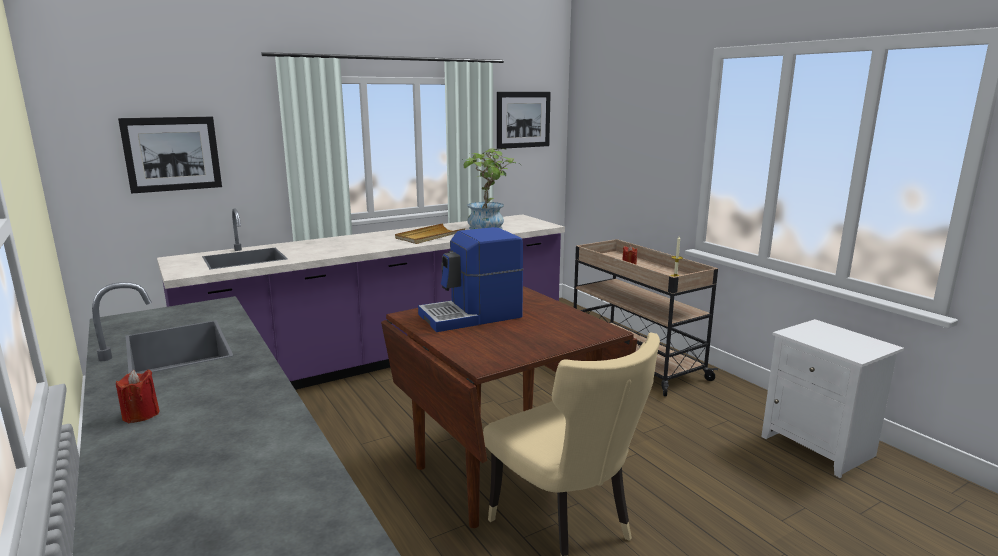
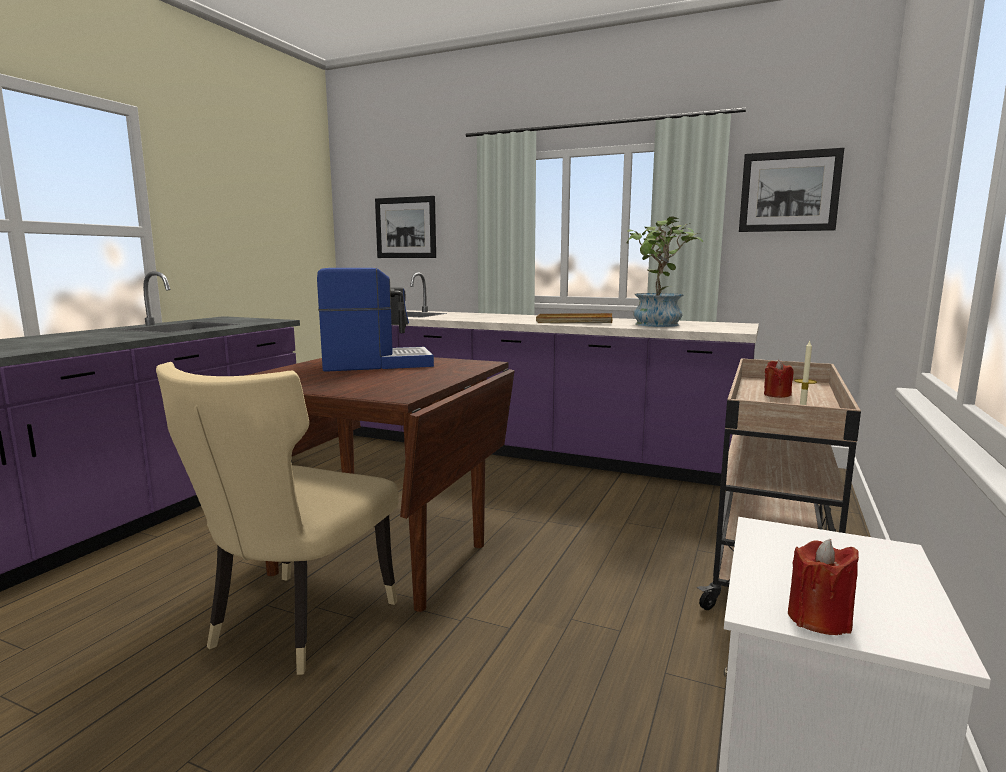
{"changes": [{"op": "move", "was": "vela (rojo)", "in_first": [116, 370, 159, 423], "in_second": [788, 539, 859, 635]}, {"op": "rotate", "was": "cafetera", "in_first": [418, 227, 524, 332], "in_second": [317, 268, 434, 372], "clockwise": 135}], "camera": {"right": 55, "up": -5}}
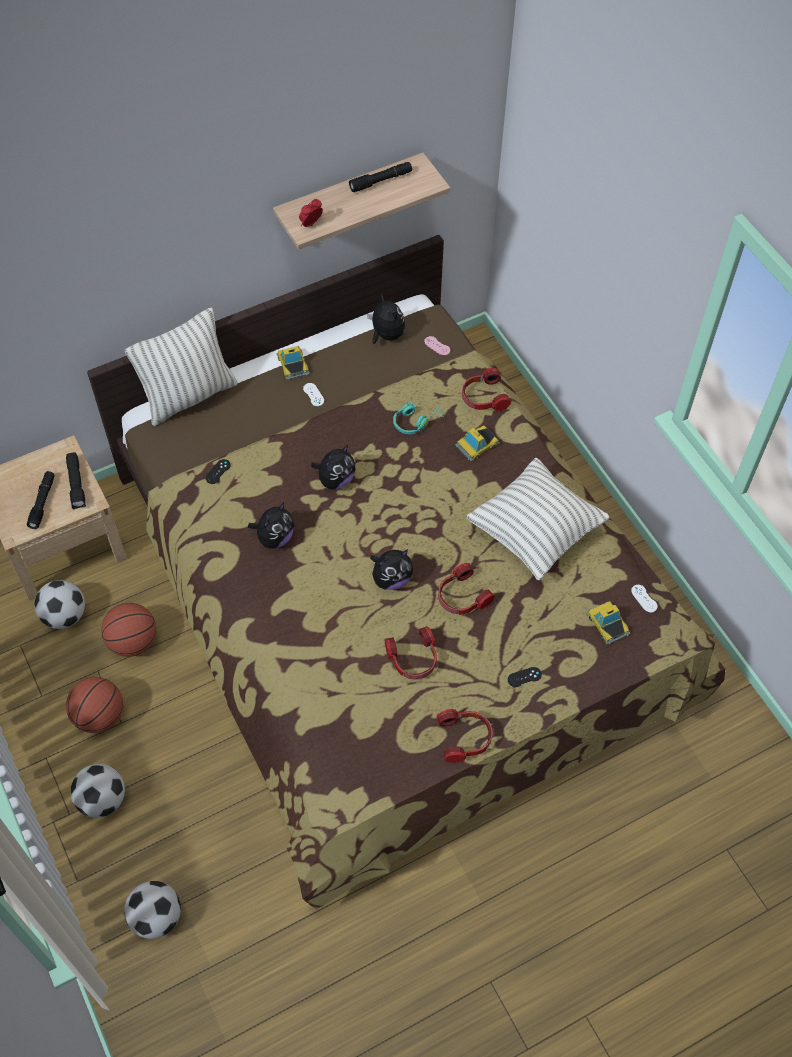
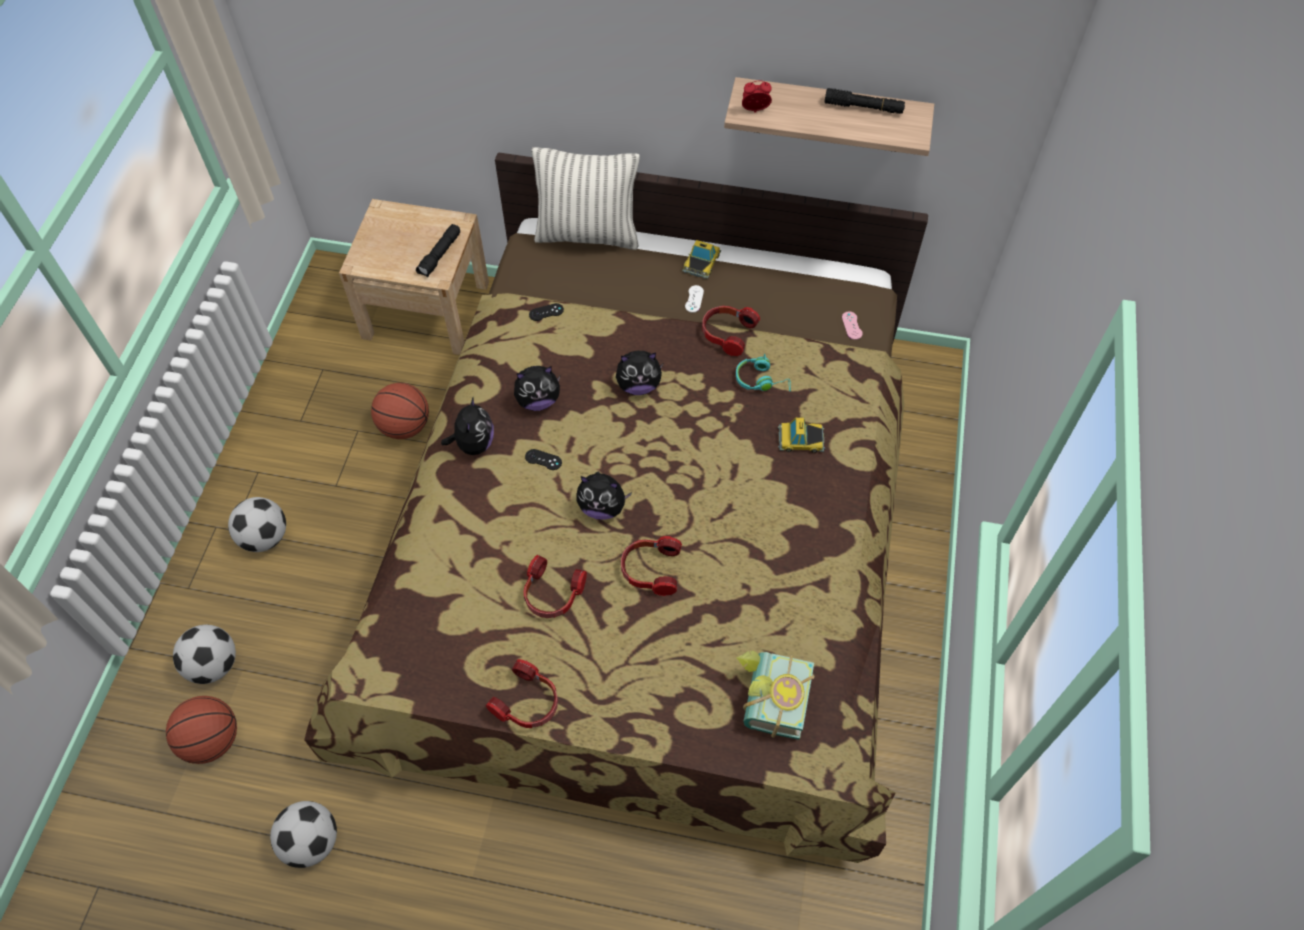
{"changes": [{"op": "delete", "was": "linterna (negro)", "in_first": [27, 471, 54, 529]}, {"op": "move", "was": "balón de fútbol", "in_first": [34, 580, 85, 629], "in_second": [270, 801, 337, 868]}, {"op": "move", "was": "balón de baloncesto", "in_first": [66, 677, 123, 733], "in_second": [166, 696, 237, 764]}, {"op": "move", "was": "peluche", "in_first": [367, 294, 405, 344], "in_second": [441, 396, 494, 455]}, {"op": "move", "was": "auriculares", "in_first": [462, 368, 511, 411], "in_second": [702, 306, 760, 356]}, {"op": "delete", "was": "cojín", "in_first": [466, 458, 609, 580]}, {"op": "move", "was": "mando de consola (negro)", "in_first": [508, 667, 542, 687], "in_second": [525, 449, 562, 470]}, {"op": "replace", "was": "coche de juguete", "now": "libro", "in_first": [586, 601, 631, 645], "in_second": [736, 651, 815, 740]}, {"op": "delete", "was": "mando de consola (blanco)", "in_first": [631, 585, 658, 613]}], "camera": {"right": 40, "up": 0}}
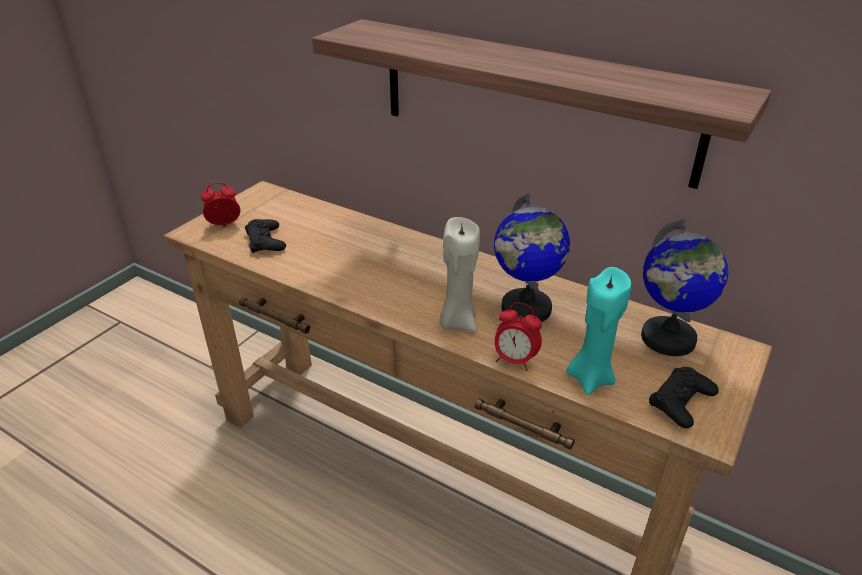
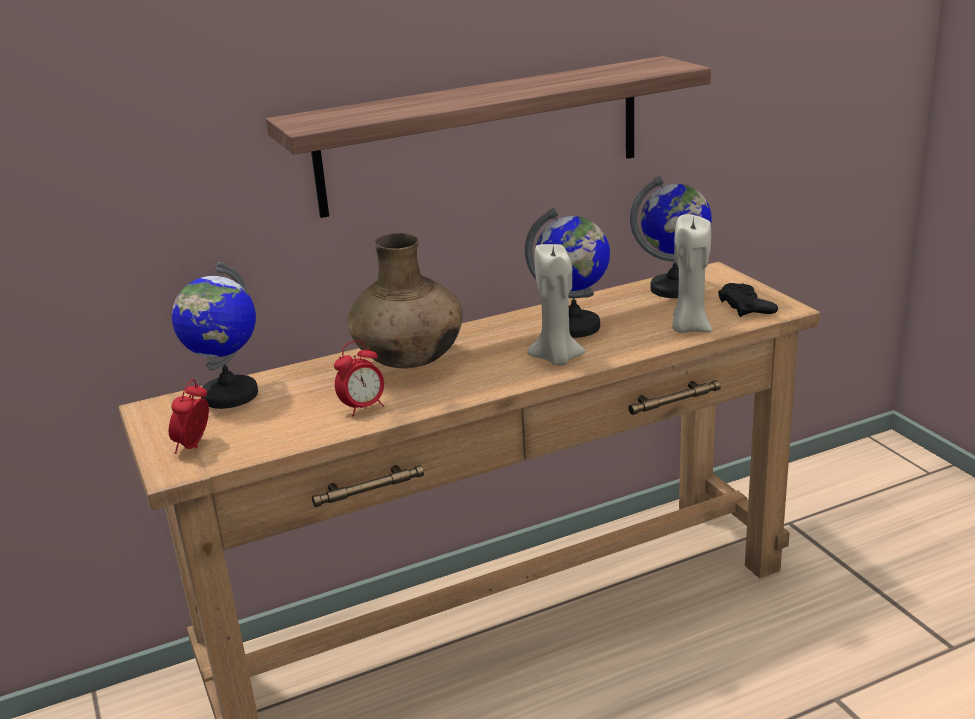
{"changes": [{"op": "delete", "was": "mando de consola (negro)", "in_first": [245, 219, 286, 253]}, {"op": "move", "was": "despertador", "in_first": [494, 302, 542, 371], "in_second": [334, 341, 384, 417]}, {"op": "recolor", "was": "vela (turquesa)", "now": "vela (beis)", "in_first": [566, 267, 631, 395], "in_second": [672, 215, 712, 333]}, {"op": "insert", "now": "globo terráqueo", "in_second": [172, 262, 258, 409]}, {"op": "insert", "now": "florero (marrón)", "in_second": [347, 233, 462, 369]}], "camera": {"right": -55, "up": -10}}
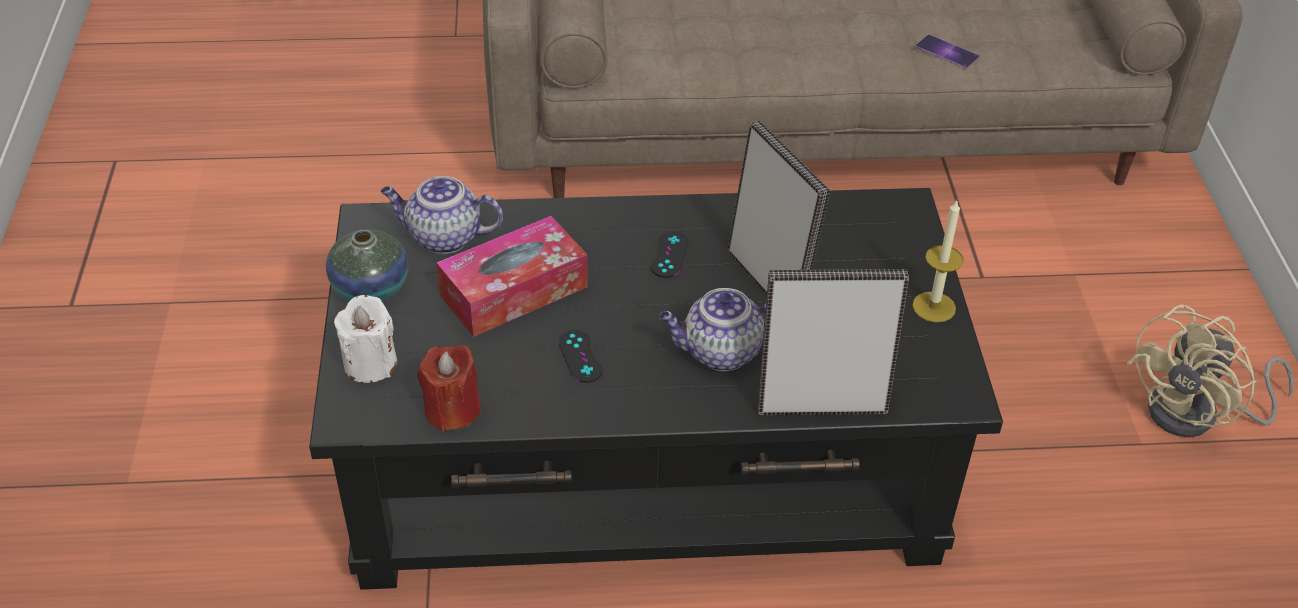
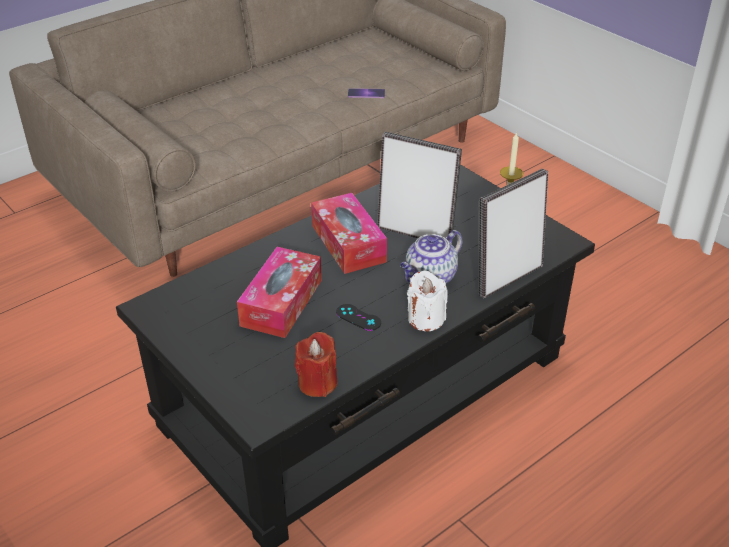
{"changes": [{"op": "delete", "was": "florero", "in_first": [326, 229, 408, 301]}, {"op": "move", "was": "vela (blanco)", "in_first": [334, 295, 397, 383], "in_second": [407, 270, 448, 331]}, {"op": "delete", "was": "tetera", "in_first": [380, 176, 503, 254]}, {"op": "replace", "was": "mando de consola (negro)", "now": "caja de pañuelos", "in_first": [651, 231, 688, 278], "in_second": [311, 193, 387, 274]}, {"op": "delete", "was": "ventilador (beis)", "in_first": [1127, 304, 1294, 437]}], "camera": {"right": -35, "up": -5}}
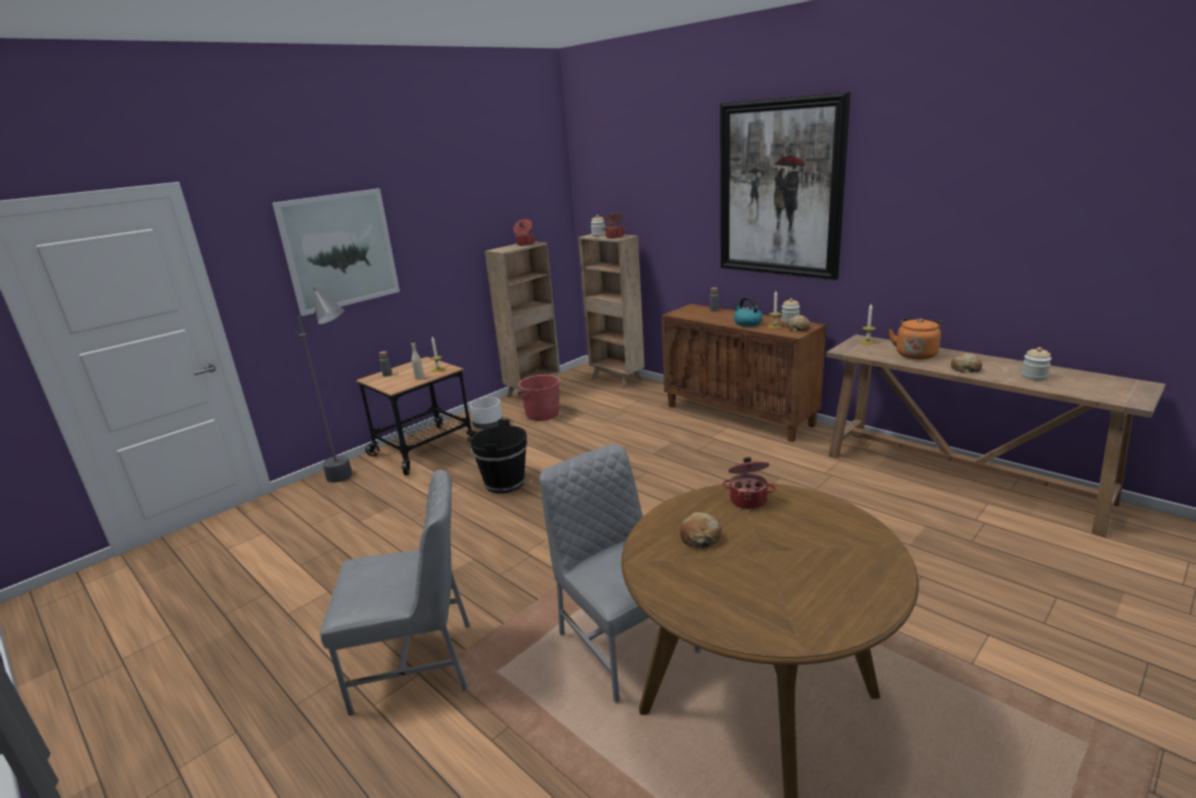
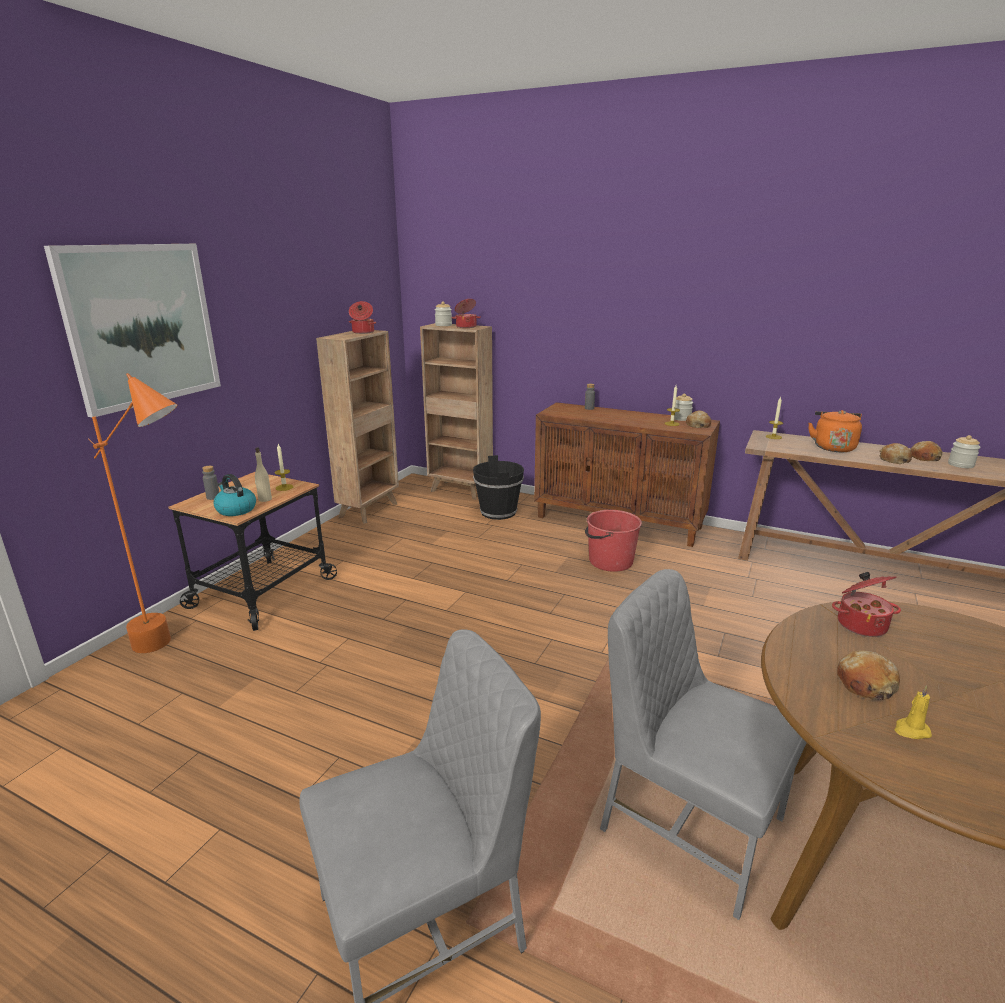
{"changes": [{"op": "recolor", "was": "lámpara de pie (gris)", "now": "lámpara de pie (naranja)", "in_first": [296, 287, 353, 483], "in_second": [88, 373, 177, 653]}, {"op": "delete", "was": "maceta (blanco)", "in_first": [470, 397, 503, 429]}, {"op": "move", "was": "cubo (negro)", "in_first": [470, 419, 528, 493], "in_second": [473, 455, 524, 520]}, {"op": "move", "was": "cubo (rojo)", "in_first": [518, 375, 560, 421], "in_second": [585, 510, 642, 572]}, {"op": "delete", "was": "cuadro", "in_first": [720, 92, 851, 280]}, {"op": "move", "was": "hervidor", "in_first": [734, 297, 763, 327], "in_second": [213, 474, 256, 516]}, {"op": "insert", "now": "vela (amarillo)", "in_second": [895, 685, 932, 739]}, {"op": "insert", "now": "pan", "in_second": [910, 441, 942, 461]}], "camera": {"right": -20, "up": 0}}
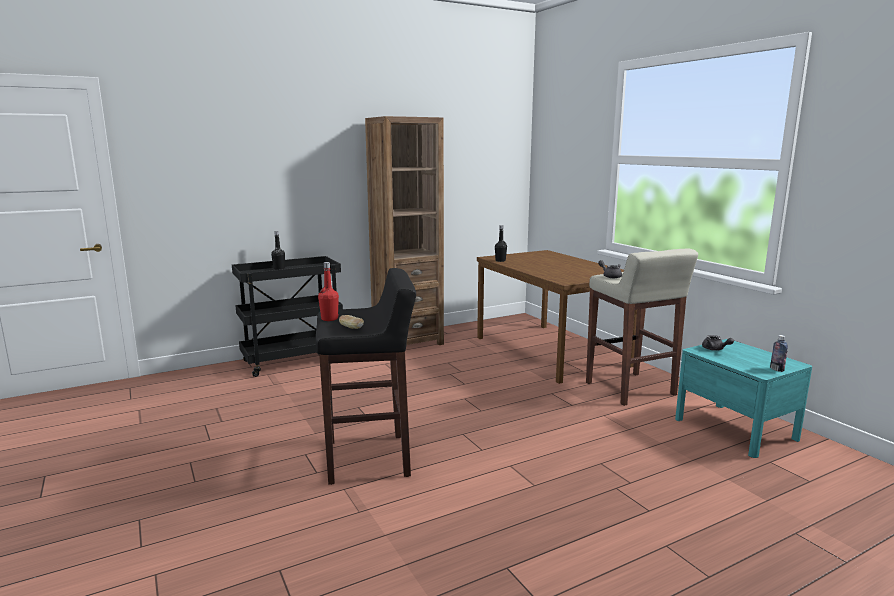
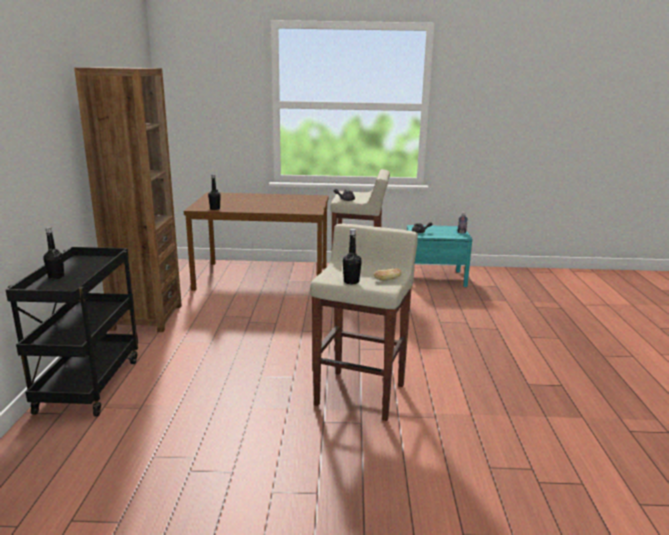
{"changes": [{"op": "recolor", "was": "taburete (negro)", "now": "taburete (beis)", "in_first": [316, 268, 416, 485], "in_second": [310, 224, 418, 421]}, {"op": "recolor", "was": "botella (rojo)", "now": "botella (negro)", "in_first": [318, 262, 339, 321], "in_second": [343, 229, 362, 284]}], "camera": {"right": -60, "up": 5}}
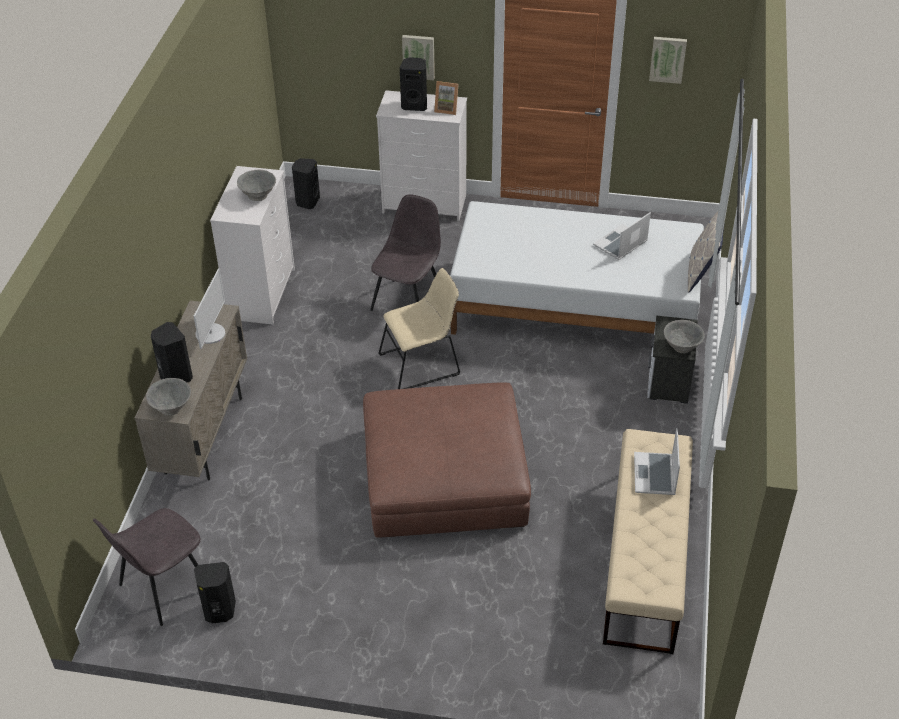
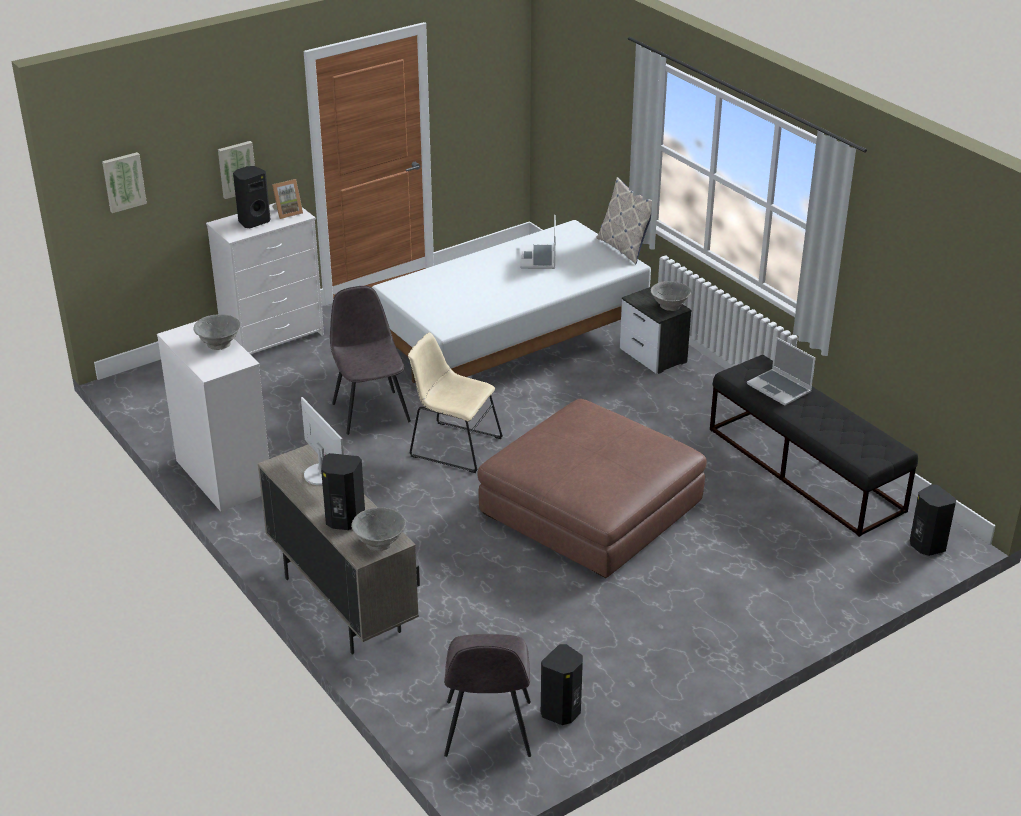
{"changes": [{"op": "move", "was": "altavoz (negro)", "in_first": [292, 158, 320, 209], "in_second": [910, 484, 956, 556]}, {"op": "rotate", "was": "silla (beis)", "in_first": [378, 268, 460, 389], "in_second": [408, 332, 503, 473], "clockwise": -90}, {"op": "recolor", "was": "banco (beis)", "now": "banco (negro)", "in_first": [603, 429, 693, 654], "in_second": [710, 355, 918, 537]}, {"op": "move", "was": "cuadro", "in_first": [649, 37, 687, 84], "in_second": [102, 152, 147, 213]}], "camera": {"right": -45, "up": -10}}
